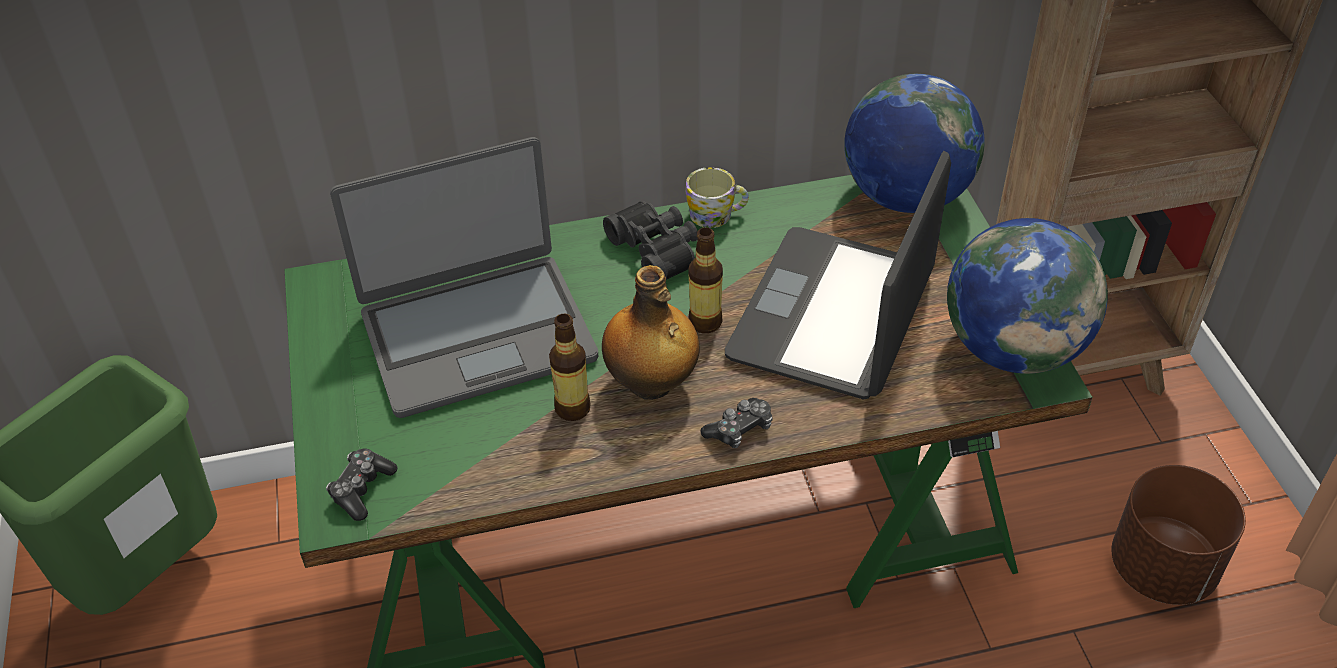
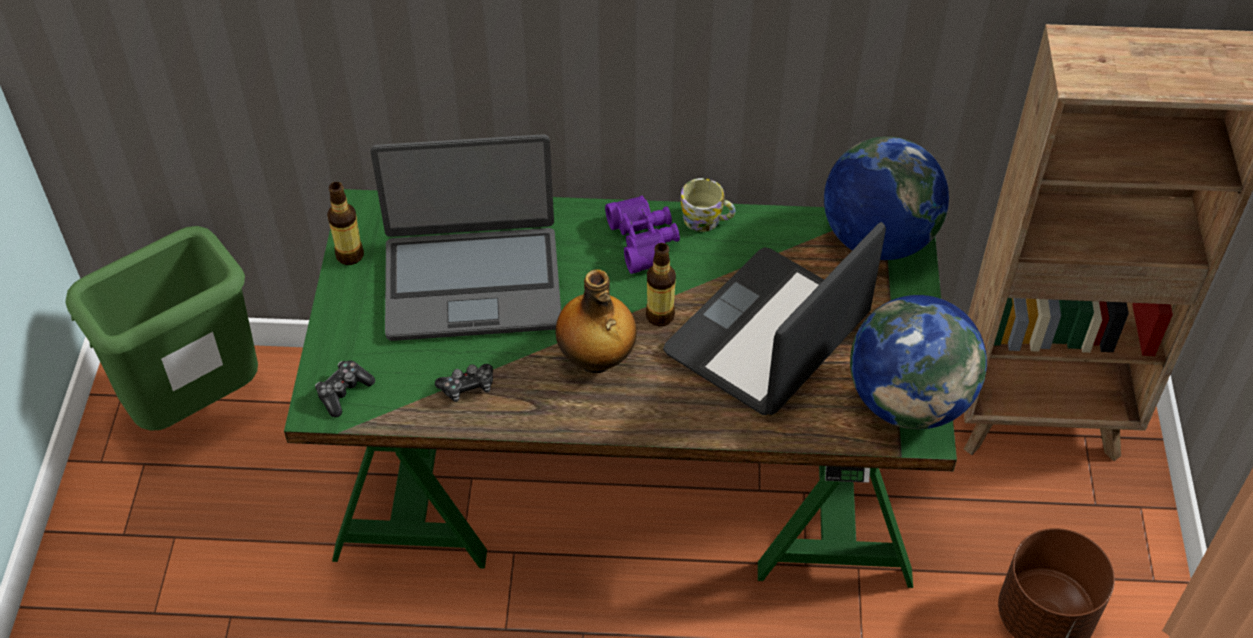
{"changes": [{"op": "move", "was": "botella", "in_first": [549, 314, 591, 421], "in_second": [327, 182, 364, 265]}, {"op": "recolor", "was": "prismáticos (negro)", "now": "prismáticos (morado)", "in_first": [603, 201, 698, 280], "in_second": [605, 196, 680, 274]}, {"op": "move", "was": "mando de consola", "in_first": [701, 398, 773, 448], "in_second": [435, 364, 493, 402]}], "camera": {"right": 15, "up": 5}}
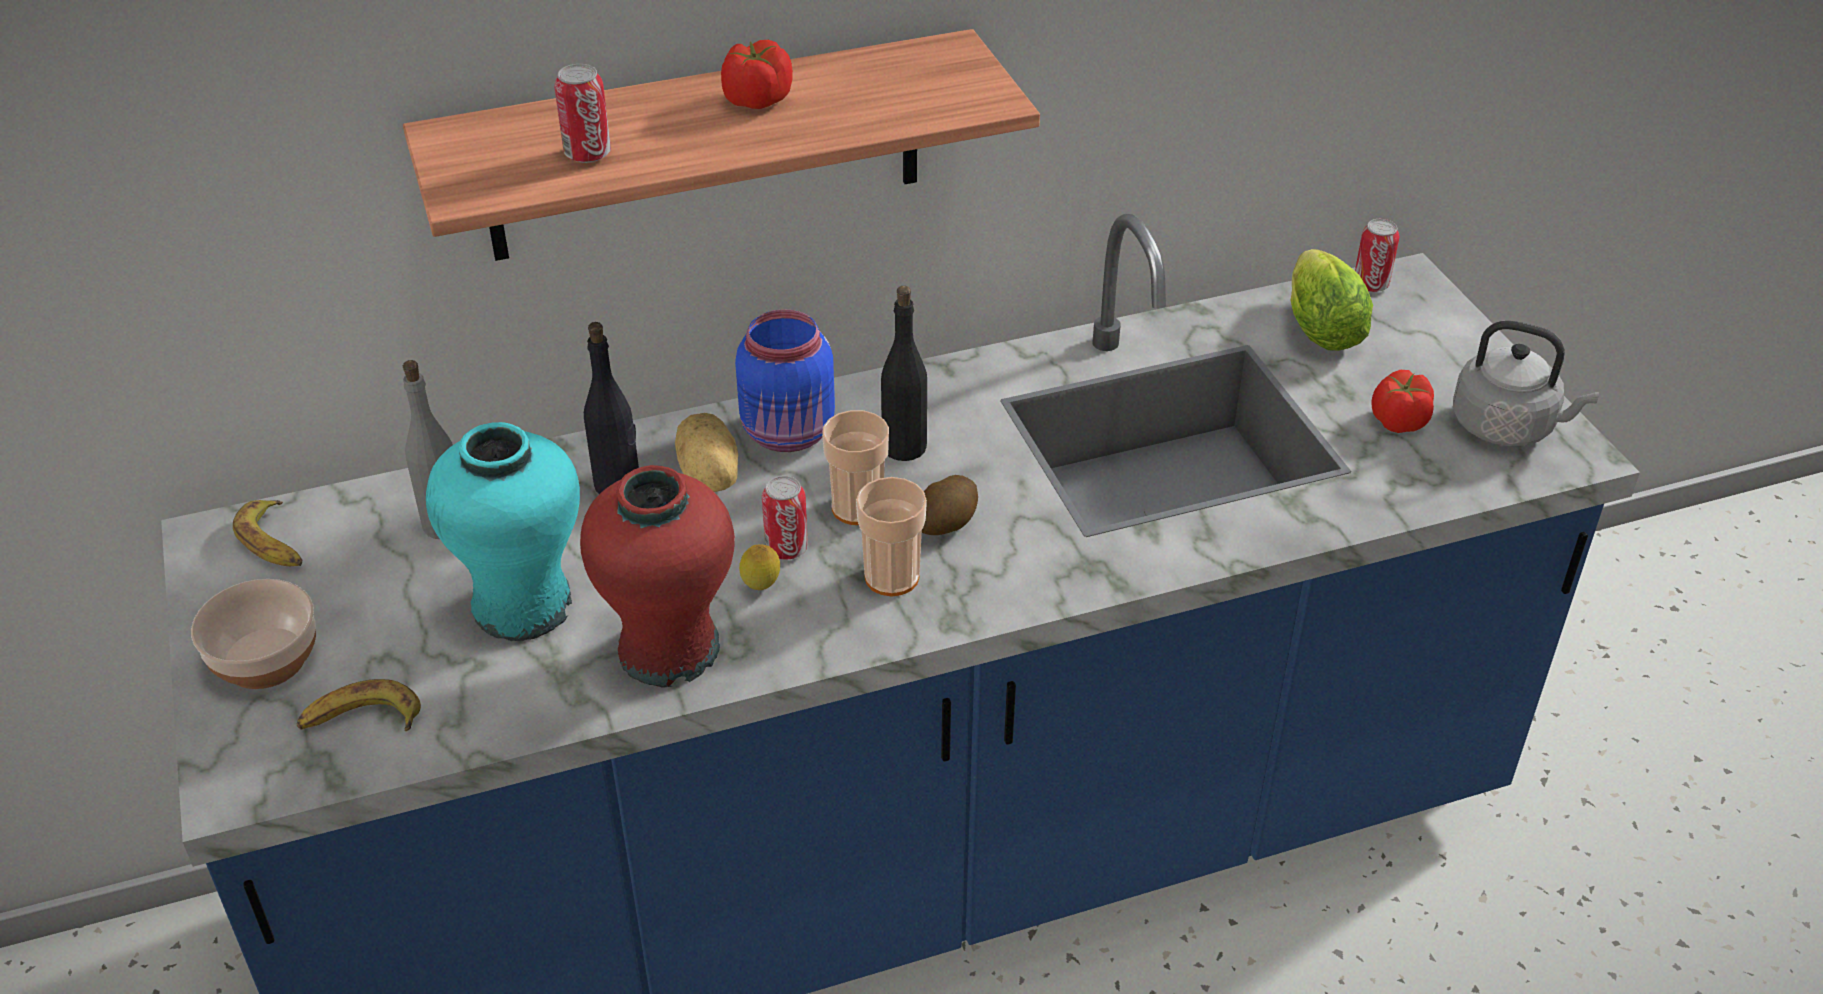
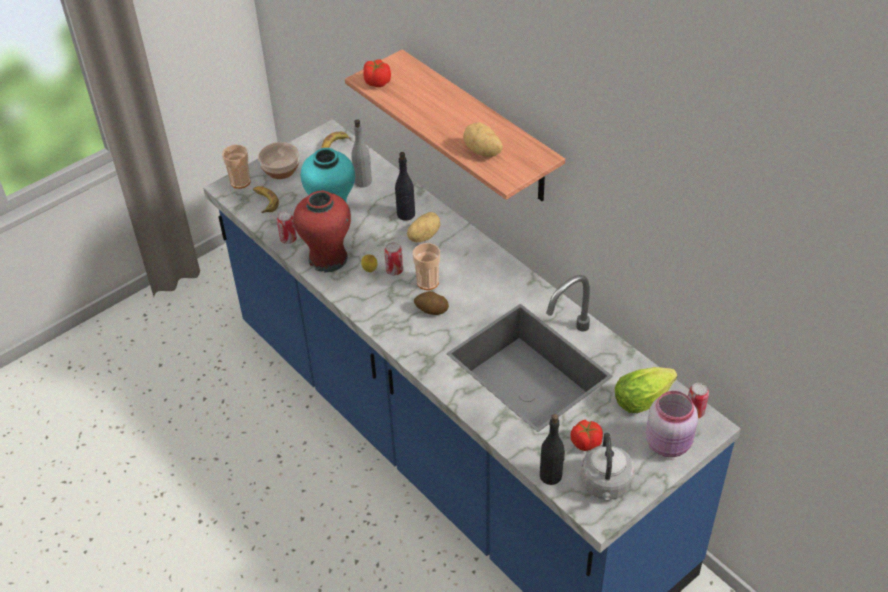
{"changes": [{"op": "move", "was": "lata", "in_first": [554, 64, 611, 163], "in_second": [277, 211, 297, 244]}, {"op": "move", "was": "tomate", "in_first": [721, 40, 793, 109], "in_second": [364, 59, 391, 87]}, {"op": "delete", "was": "tarro (azul)", "in_first": [735, 310, 835, 452]}, {"op": "move", "was": "taza", "in_first": [856, 477, 927, 596], "in_second": [222, 145, 250, 189]}, {"op": "move", "was": "botella (negro)", "in_first": [881, 286, 927, 461], "in_second": [540, 414, 565, 485]}, {"op": "insert", "now": "patata", "in_second": [463, 122, 503, 157]}, {"op": "insert", "now": "tarro (rosa)", "in_second": [646, 391, 698, 457]}], "camera": {"right": 70, "up": 5}}
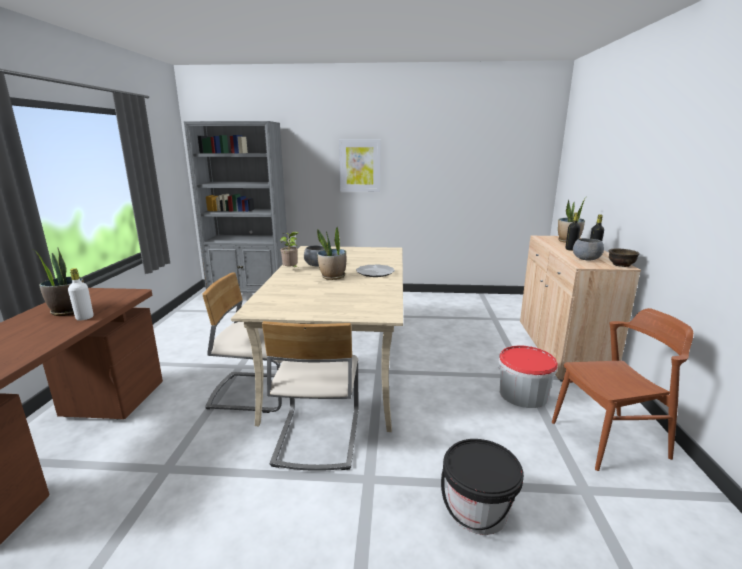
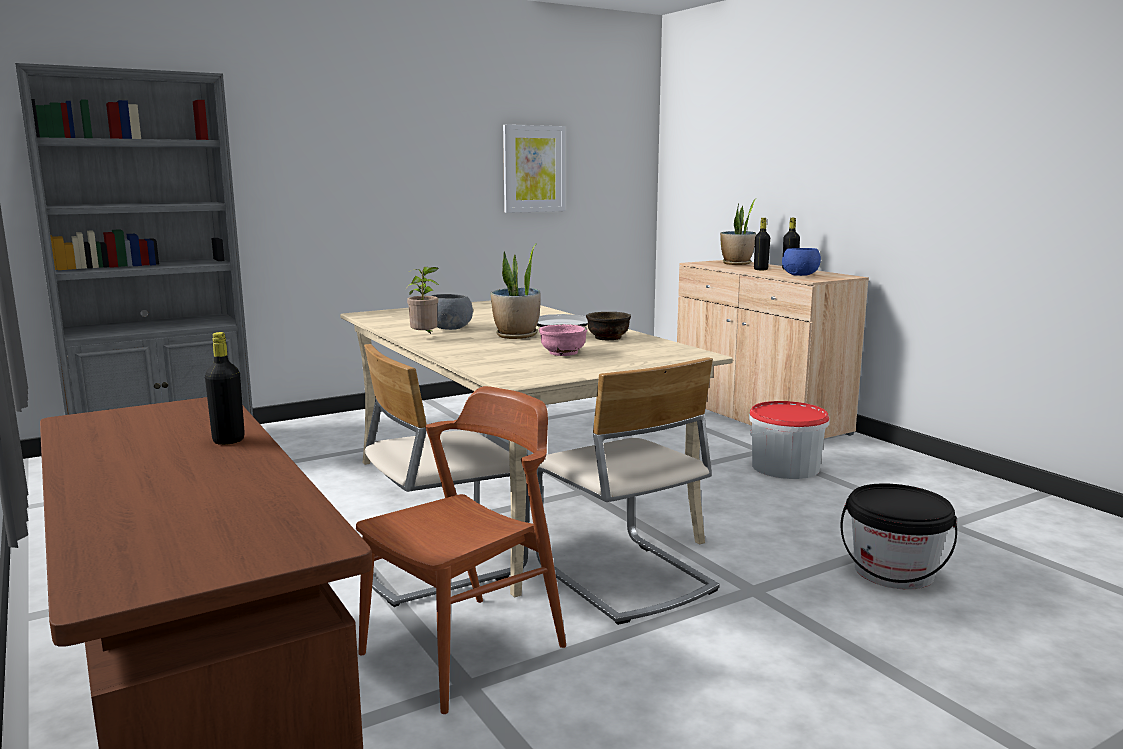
{"changes": [{"op": "delete", "was": "planta en maceta", "in_first": [32, 247, 84, 316]}, {"op": "recolor", "was": "botella (blanco)", "now": "botella (negro)", "in_first": [68, 268, 94, 321], "in_second": [205, 332, 245, 445]}, {"op": "move", "was": "cuadro", "in_first": [339, 140, 380, 192], "in_second": [503, 125, 565, 213]}, {"op": "move", "was": "silla (marrón)", "in_first": [552, 308, 693, 471], "in_second": [356, 386, 566, 714]}, {"op": "recolor", "was": "cuenco (gris)", "now": "cuenco (azul)", "in_first": [573, 238, 604, 261], "in_second": [782, 248, 821, 276]}, {"op": "move", "was": "cuenco (marrón)", "in_first": [609, 248, 639, 267], "in_second": [586, 312, 631, 340]}, {"op": "insert", "now": "cuenco (rosa)", "in_second": [539, 324, 587, 356]}], "camera": {"right": -35, "up": -5}}
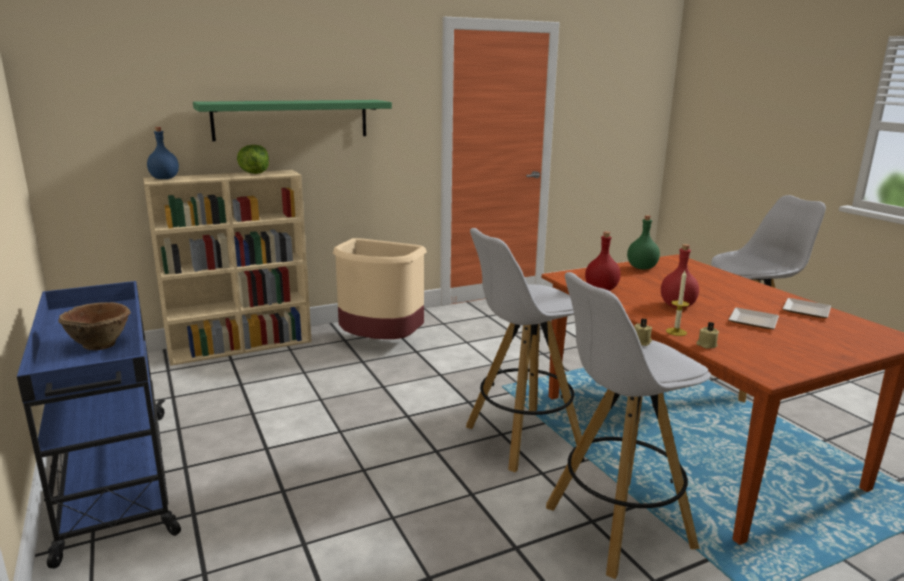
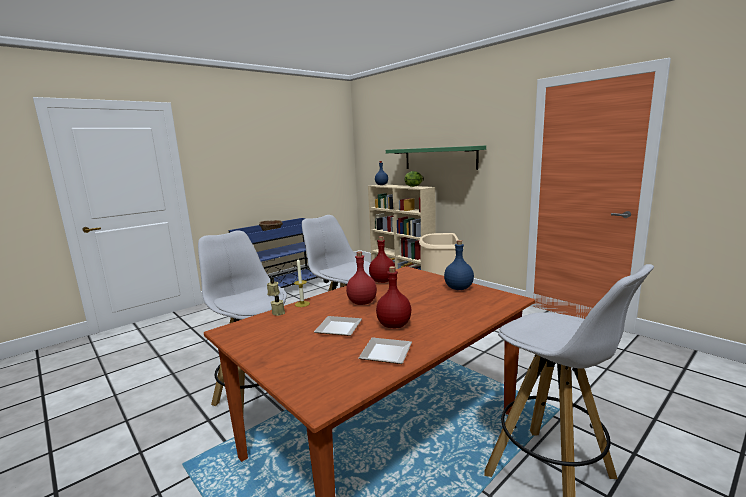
{"changes": [{"op": "recolor", "was": "botella (verde)", "now": "botella (azul)", "in_first": [627, 215, 660, 270], "in_second": [444, 240, 474, 290]}, {"op": "insert", "now": "botella (rojo)", "in_second": [376, 266, 411, 328]}], "camera": {"right": 75, "up": -5}}
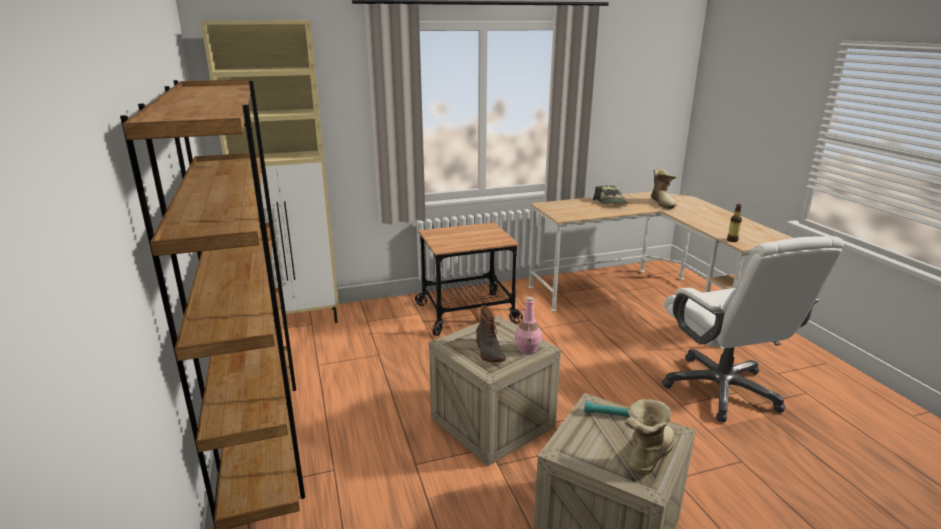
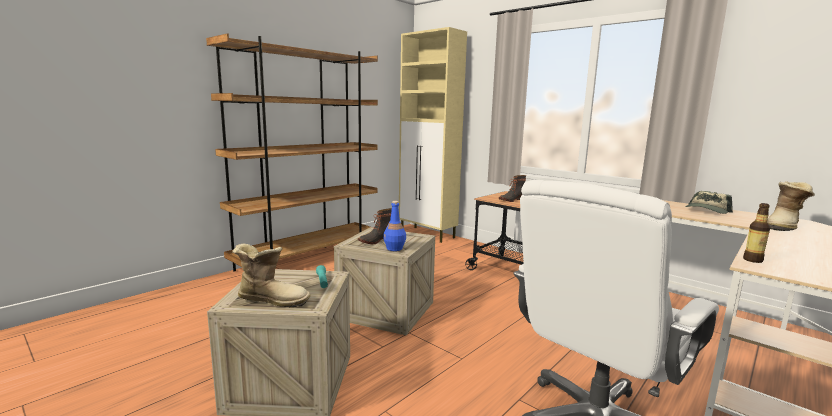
{"changes": [{"op": "recolor", "was": "botella (rosa)", "now": "botella (azul)", "in_first": [515, 297, 542, 354], "in_second": [383, 201, 406, 251]}, {"op": "insert", "now": "bota", "in_second": [499, 175, 526, 202]}], "camera": {"right": 60, "up": -10}}
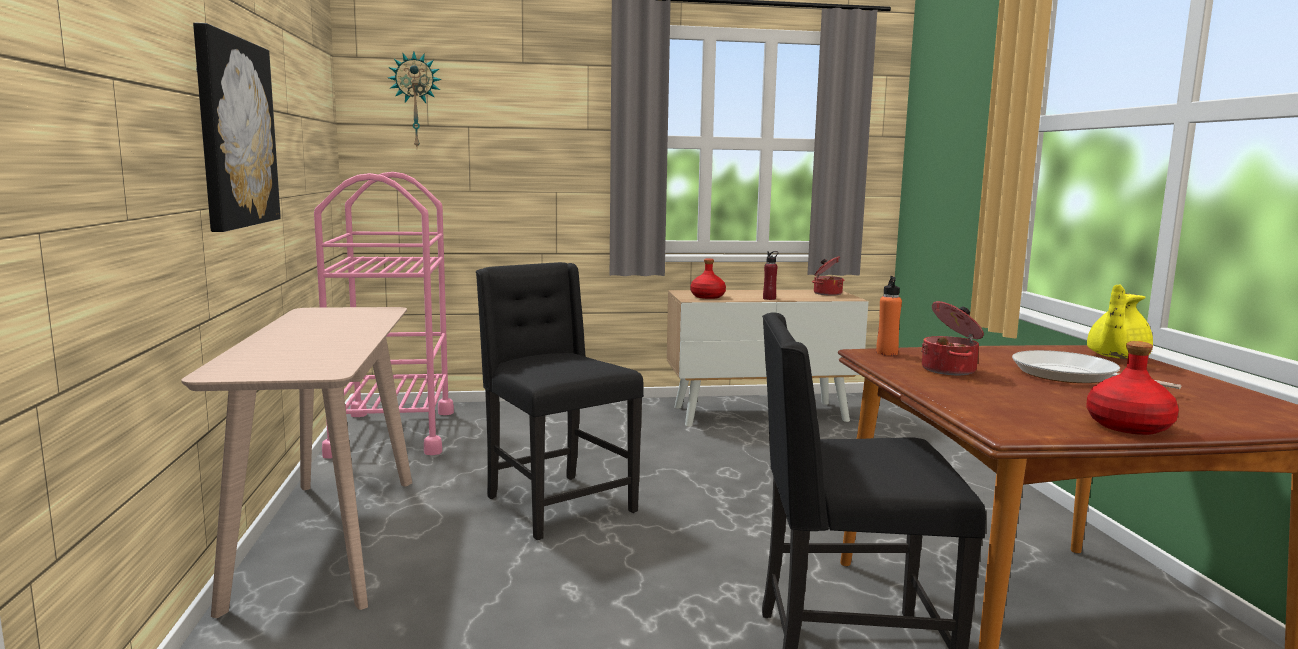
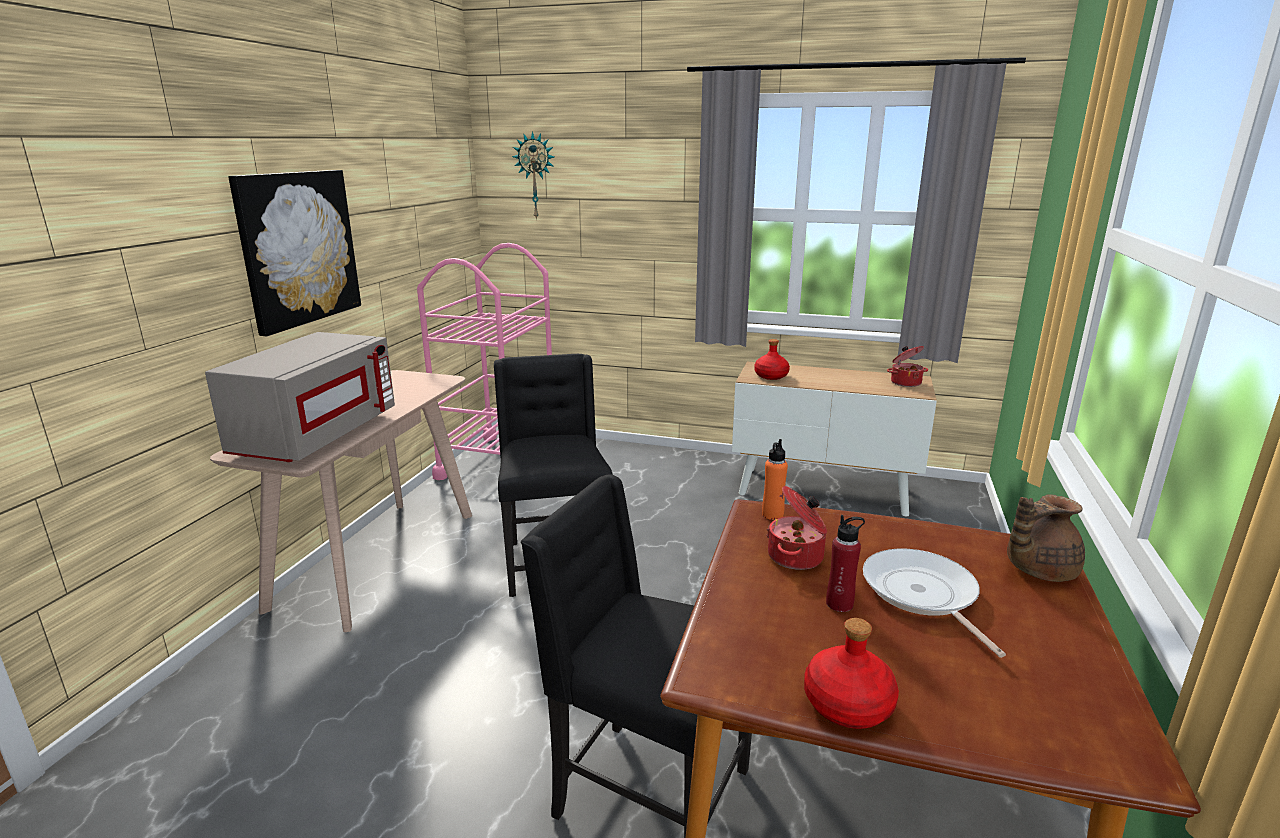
{"changes": [{"op": "move", "was": "botella (rojo)", "in_first": [763, 251, 778, 300], "in_second": [826, 515, 865, 612]}, {"op": "recolor", "was": "tetera (amarillo)", "now": "tetera (marrón)", "in_first": [1087, 284, 1153, 359], "in_second": [1007, 494, 1085, 582]}, {"op": "insert", "now": "microondas (gris)", "in_second": [205, 332, 395, 462]}], "camera": {"right": 25, "up": 10}}
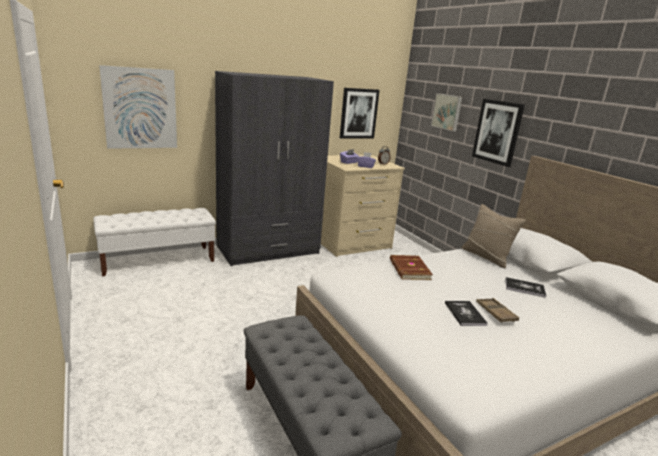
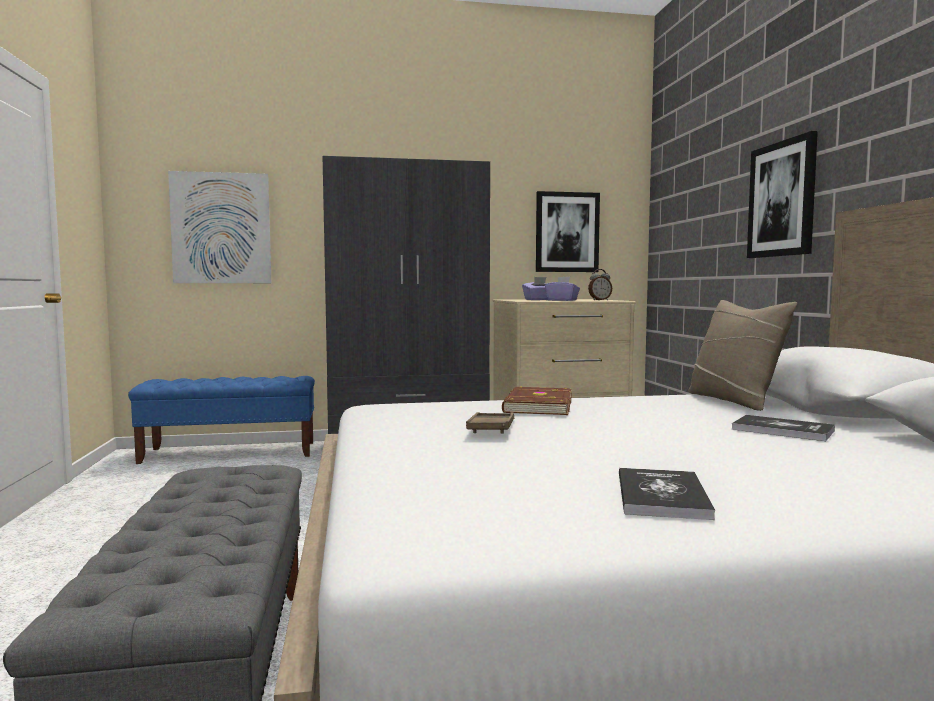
{"changes": [{"op": "recolor", "was": "banco (blanco)", "now": "banco (azul)", "in_first": [93, 208, 216, 276], "in_second": [128, 376, 315, 464]}, {"op": "delete", "was": "cuadro", "in_first": [431, 93, 462, 131]}, {"op": "move", "was": "libro", "in_first": [445, 301, 488, 326], "in_second": [619, 468, 715, 520]}, {"op": "move", "was": "bandeja (marrón)", "in_first": [476, 298, 519, 323], "in_second": [466, 412, 514, 434]}], "camera": {"right": 20, "up": -15}}
